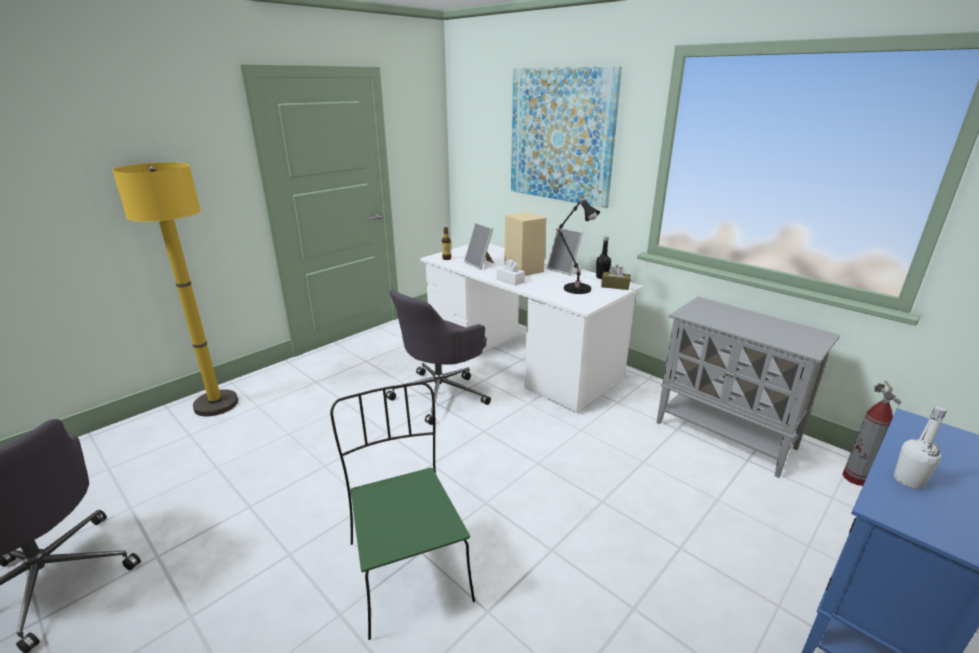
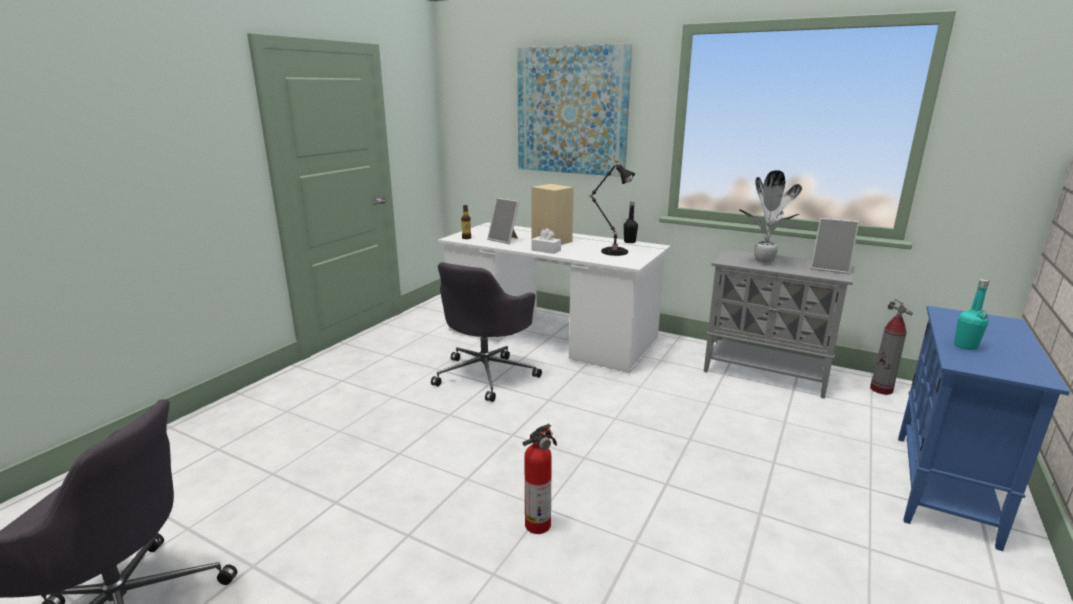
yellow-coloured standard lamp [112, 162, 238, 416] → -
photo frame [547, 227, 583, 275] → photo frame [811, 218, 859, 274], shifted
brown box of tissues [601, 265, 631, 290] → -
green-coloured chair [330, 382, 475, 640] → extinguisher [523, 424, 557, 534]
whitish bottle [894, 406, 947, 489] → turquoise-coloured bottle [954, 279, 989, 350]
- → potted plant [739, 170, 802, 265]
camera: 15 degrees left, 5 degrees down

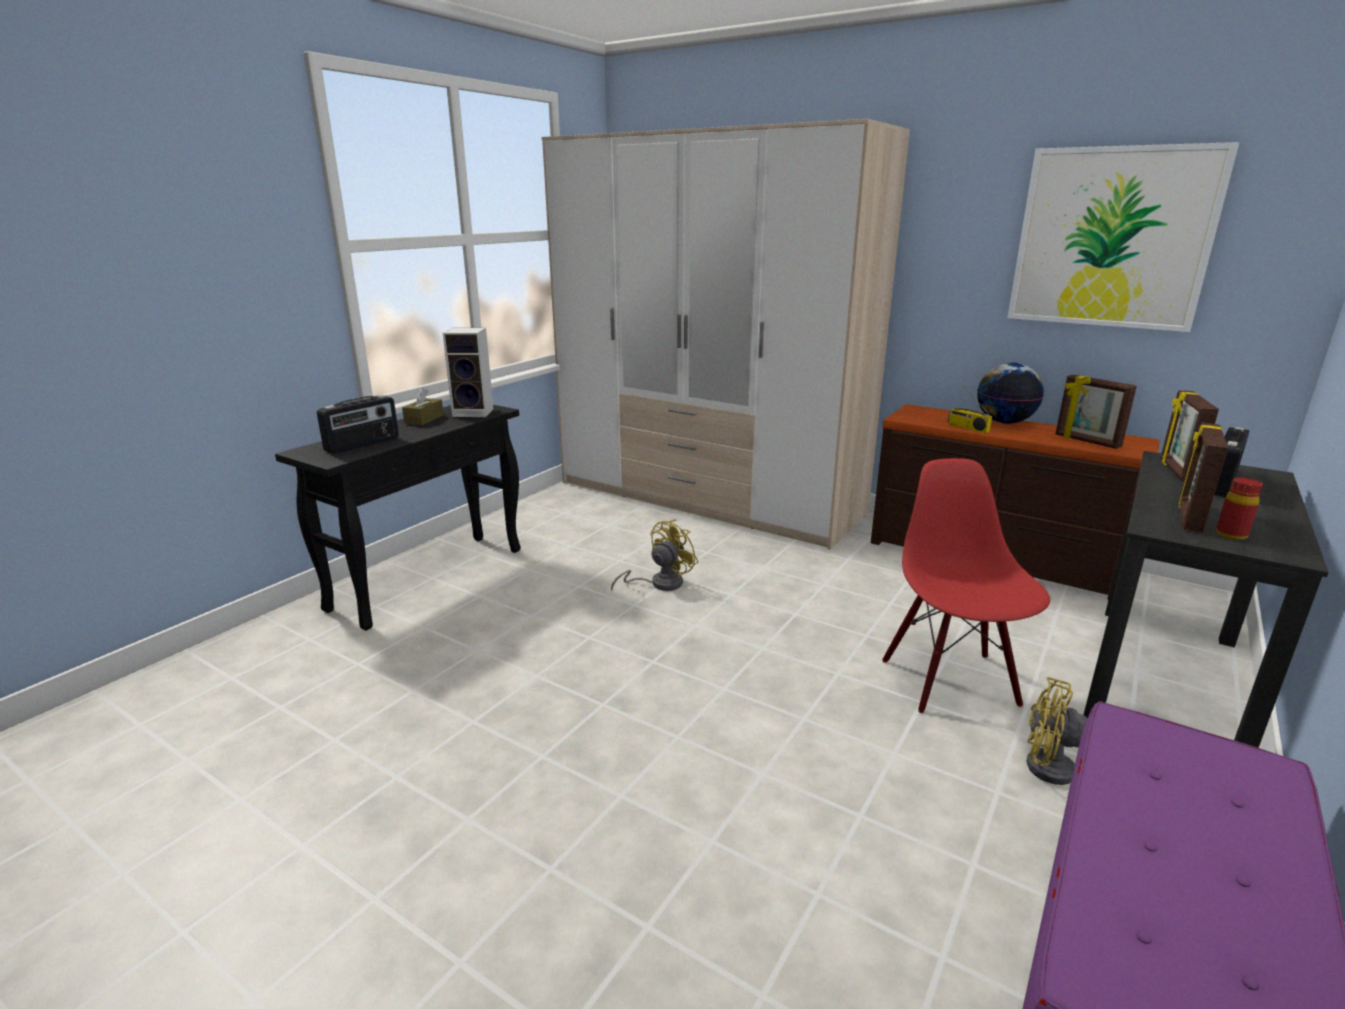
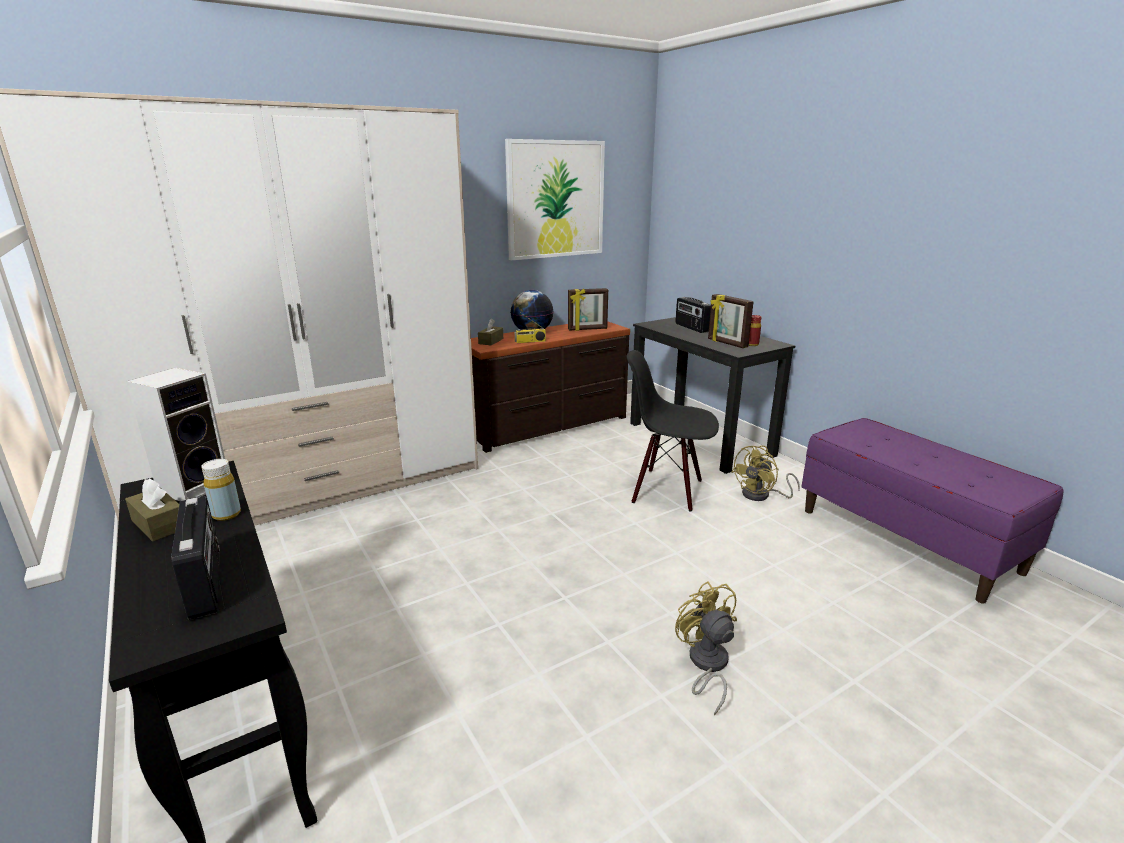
photo frame [1160, 390, 1219, 482] → -
red-coloured chair [882, 458, 1050, 713] → blackish chair [627, 350, 719, 512]
yellow-coloured electric fan [611, 519, 698, 591] → yellow-coloured electric fan [675, 581, 737, 715], shifted
- → brown box of tissues [478, 319, 503, 345]
- → yellow-coloured bottle [201, 459, 241, 521]
camera: 65 degrees left, 0 degrees up

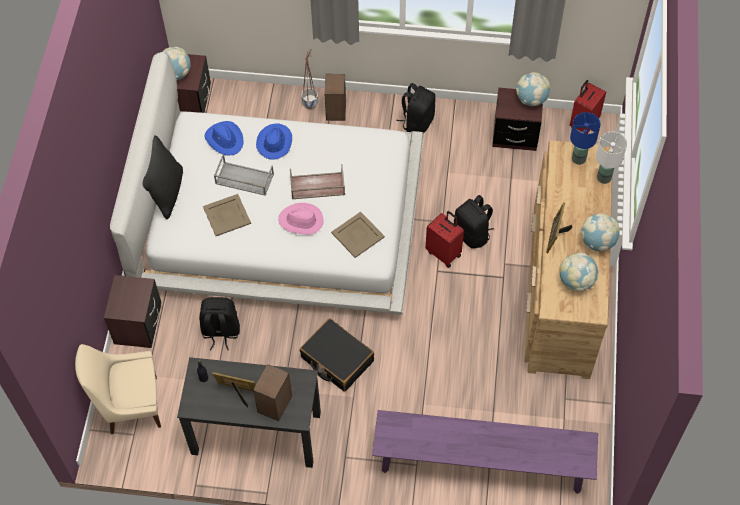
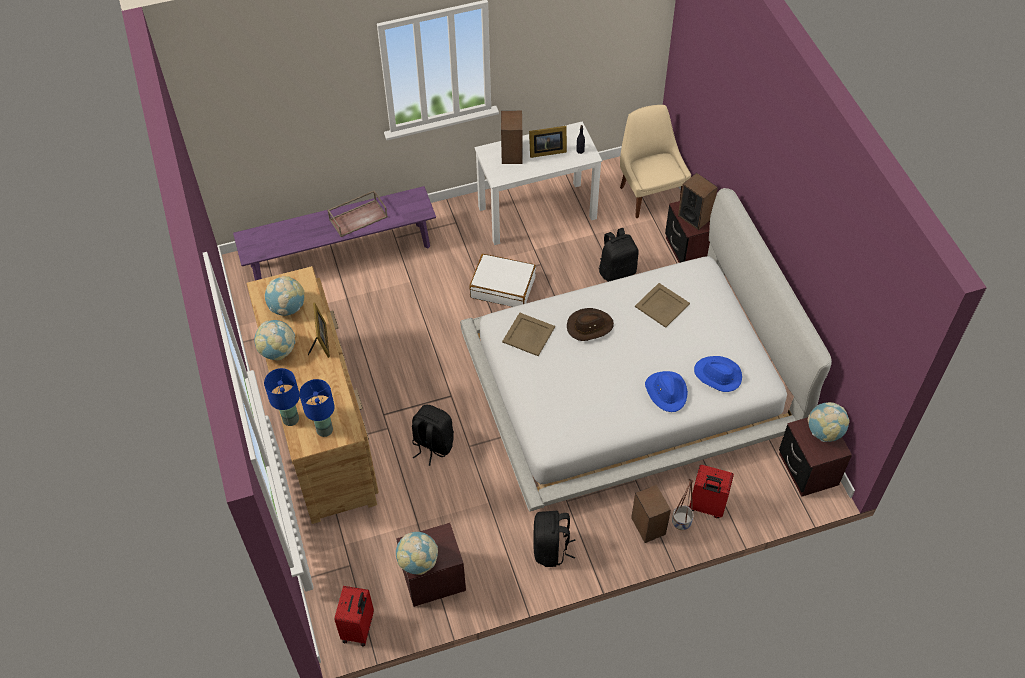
whitish tabletop lamp [596, 131, 627, 184] → blue tabletop lamp [264, 368, 300, 426]
blackish pillow [142, 135, 183, 219] → -
gray serving tray [214, 154, 274, 196] → -
brown serving tray [290, 164, 345, 199] → brown serving tray [327, 190, 388, 237], shifted
pinkish wearable hat [278, 203, 324, 235] → brown wearable hat [567, 308, 614, 341]
red-coloured travel case [426, 211, 464, 268] → red-coloured travel case [689, 465, 734, 518], shifted
blackish travel case [300, 318, 374, 392] → whitish travel case [469, 254, 536, 307]
sand-coloured chair [75, 344, 161, 435] → sand-coloured chair [620, 105, 691, 218], 75 degrees counterclockwise
blackish desk table [177, 357, 321, 468] → whitish desk table [475, 121, 602, 245]
- → speaker [678, 173, 718, 230]
camera: 155 degrees right, 5 degrees down

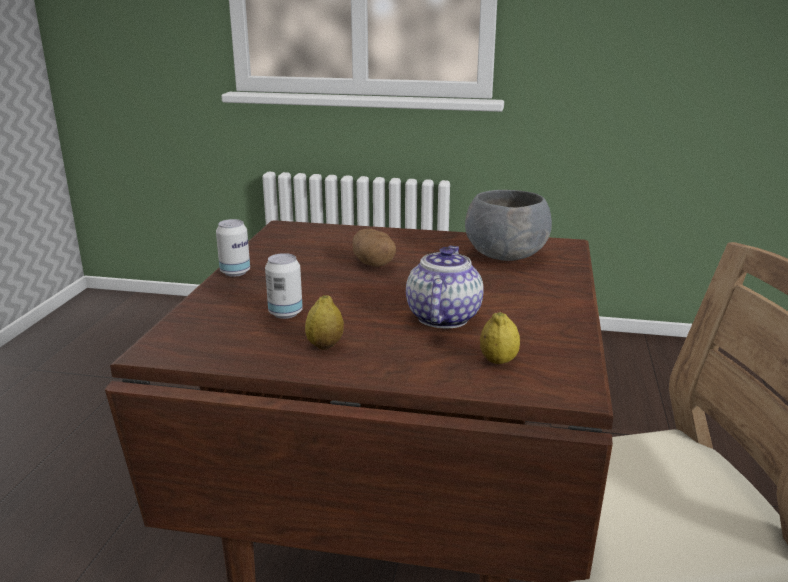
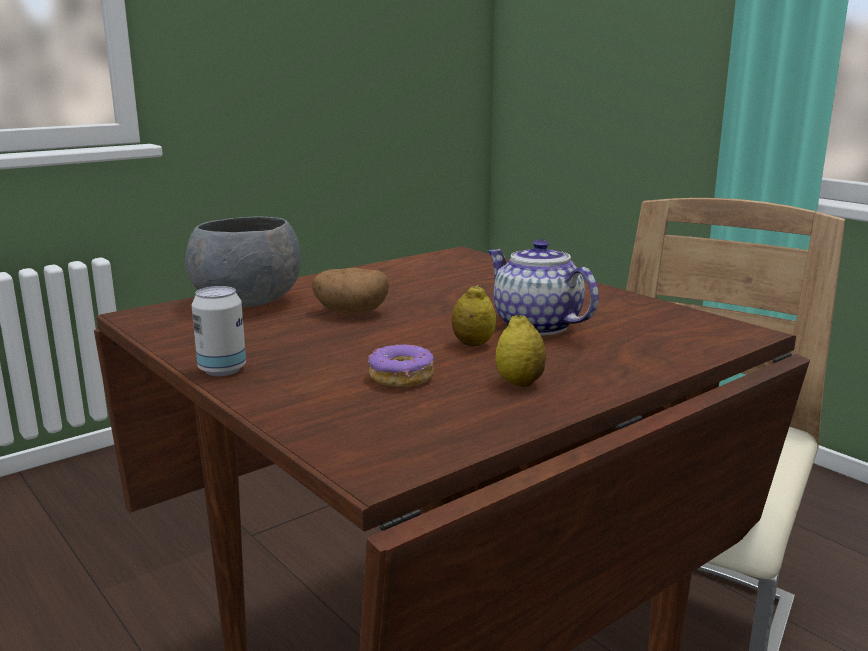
gray deep dish [465, 190, 552, 261] → gray deep dish [185, 217, 301, 307], shifted
metal can [265, 253, 303, 319] → doughnut [368, 345, 434, 387]
lemon [480, 312, 520, 364] → lemon [452, 285, 496, 347], shifted
camera: 50 degrees left, 5 degrees down

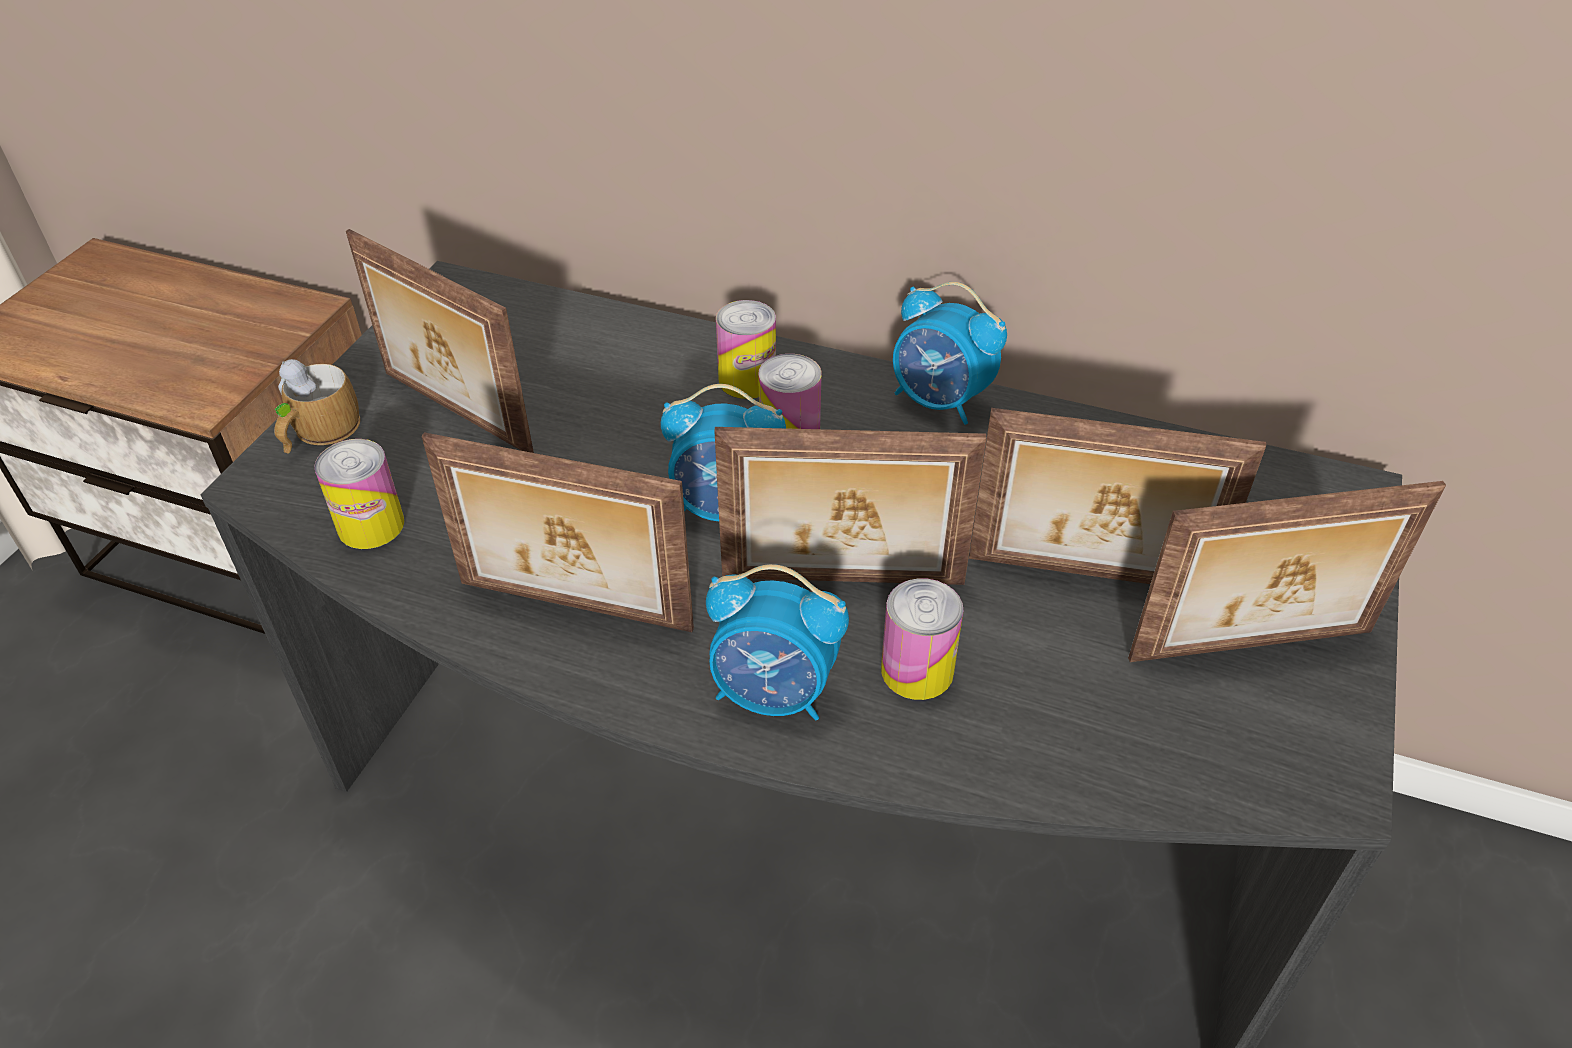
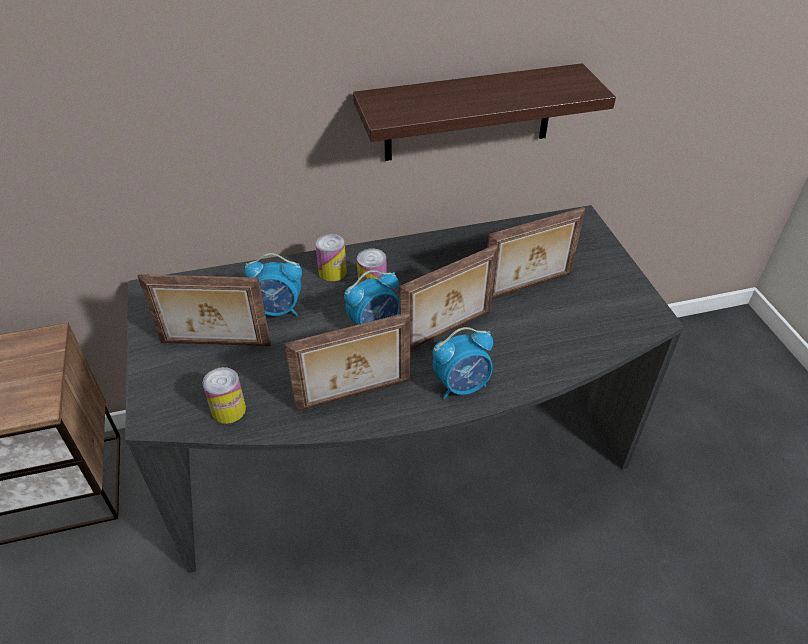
table clock [893, 282, 1007, 425] → table clock [244, 253, 302, 316], shifted
mug [274, 359, 360, 453] → -
photo frame [1128, 481, 1446, 662] → -
metal can [881, 579, 964, 700] → -
- → bracket shelf [353, 63, 616, 161]
camera: 35 degrees left, 0 degrees up

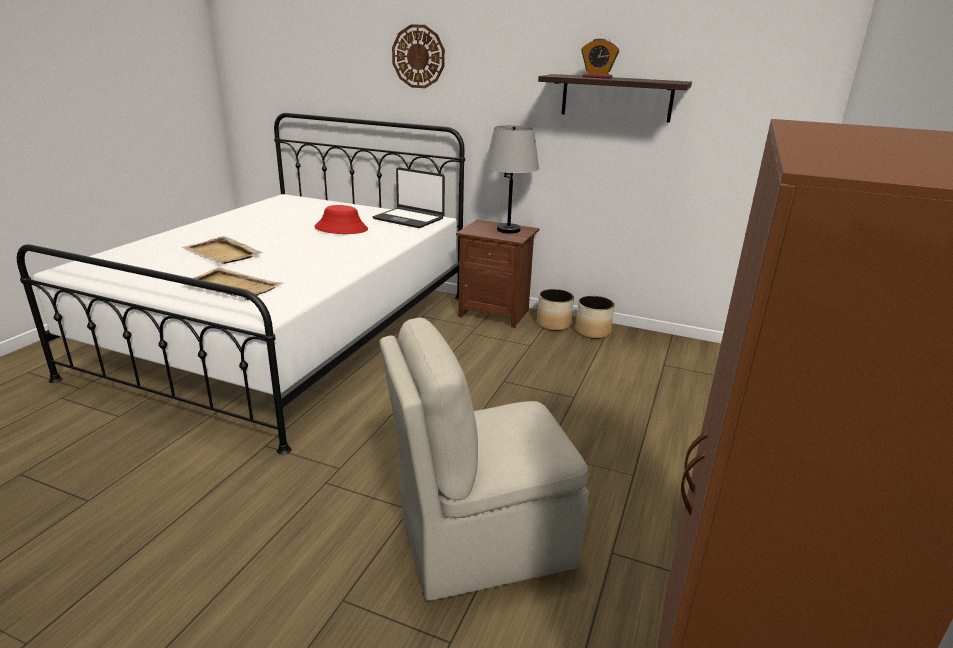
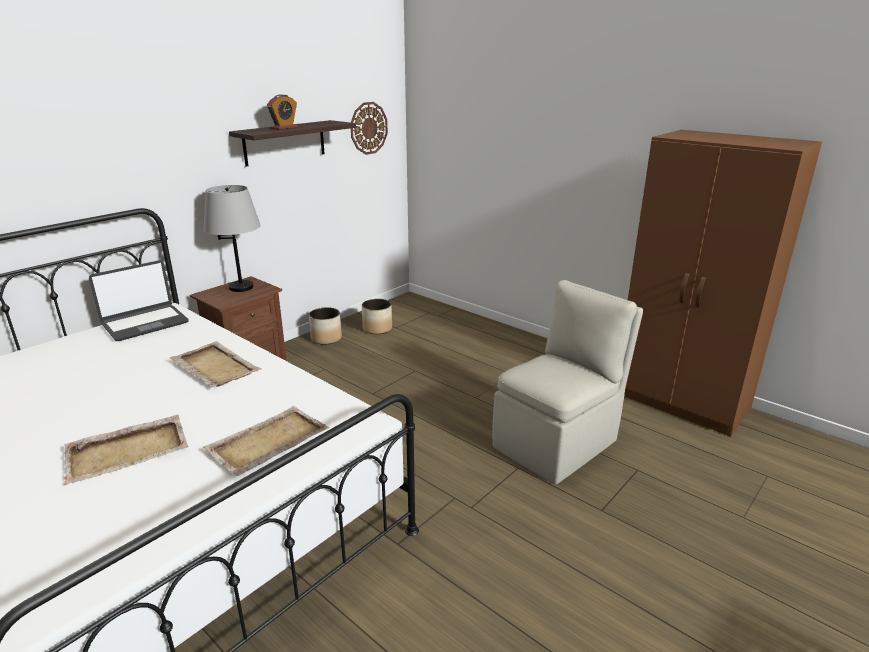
clock on the wall [392, 24, 445, 88] → clock on the wall [351, 102, 388, 155], shifted
red-coloured wearable hat [314, 205, 368, 234] → -
flower pot [537, 289, 574, 331] → flower pot [362, 299, 392, 334], shifted
sand-coloured chair [379, 317, 589, 601] → sand-coloured chair [493, 280, 643, 484], 135 degrees counterclockwise
- → sand-coloured serving tray [170, 341, 262, 387]
camera: 70 degrees left, 0 degrees up

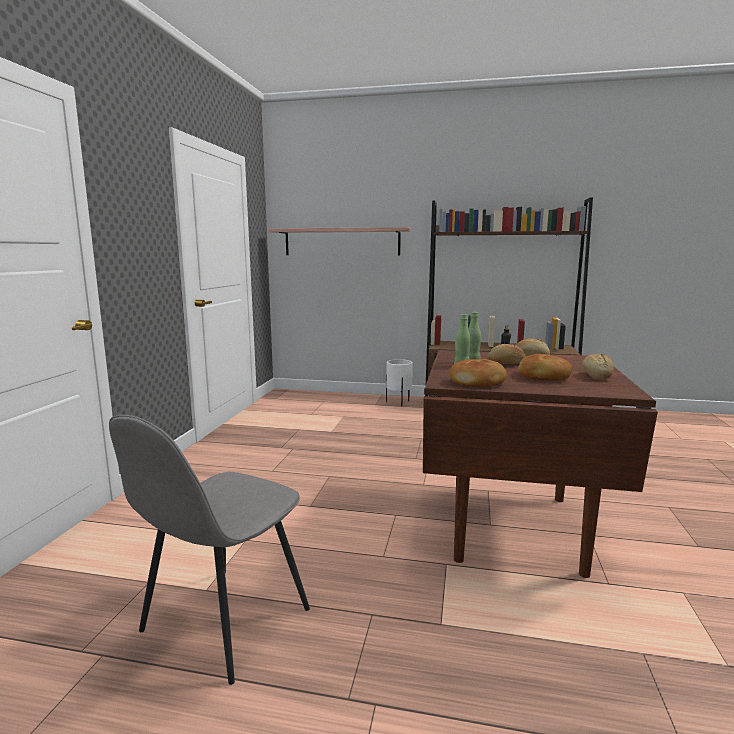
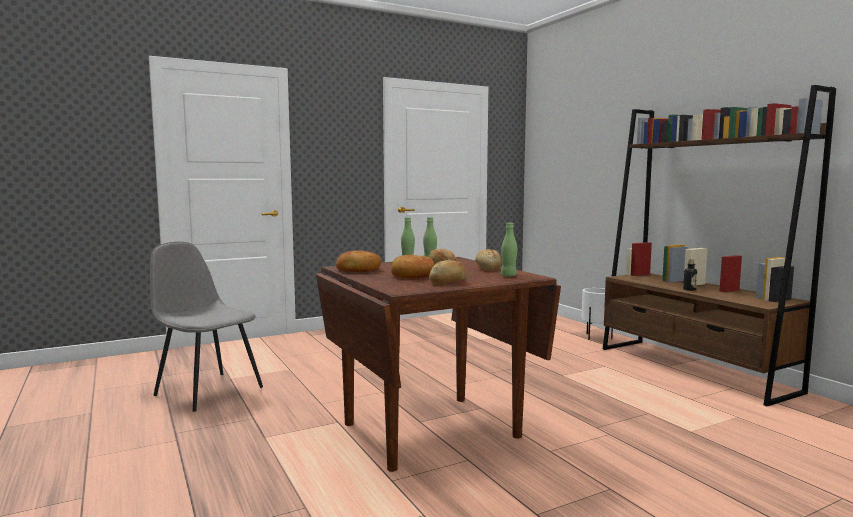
bracket shelf [268, 227, 411, 256] → -
gray chair [109, 415, 310, 685] → gray chair [150, 241, 263, 412], 45 degrees clockwise
- → green-coloured bottle [501, 223, 517, 277]
camera: 50 degrees right, 5 degrees down

